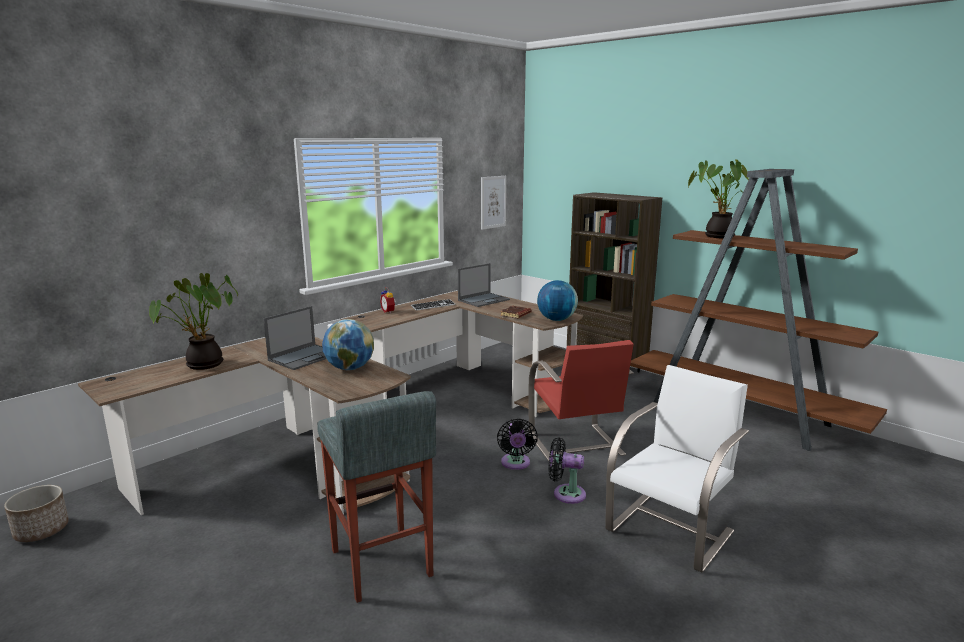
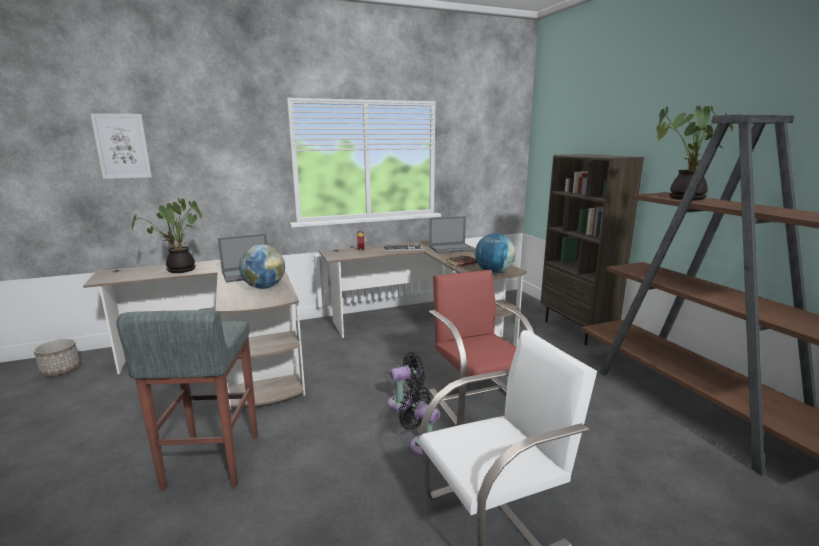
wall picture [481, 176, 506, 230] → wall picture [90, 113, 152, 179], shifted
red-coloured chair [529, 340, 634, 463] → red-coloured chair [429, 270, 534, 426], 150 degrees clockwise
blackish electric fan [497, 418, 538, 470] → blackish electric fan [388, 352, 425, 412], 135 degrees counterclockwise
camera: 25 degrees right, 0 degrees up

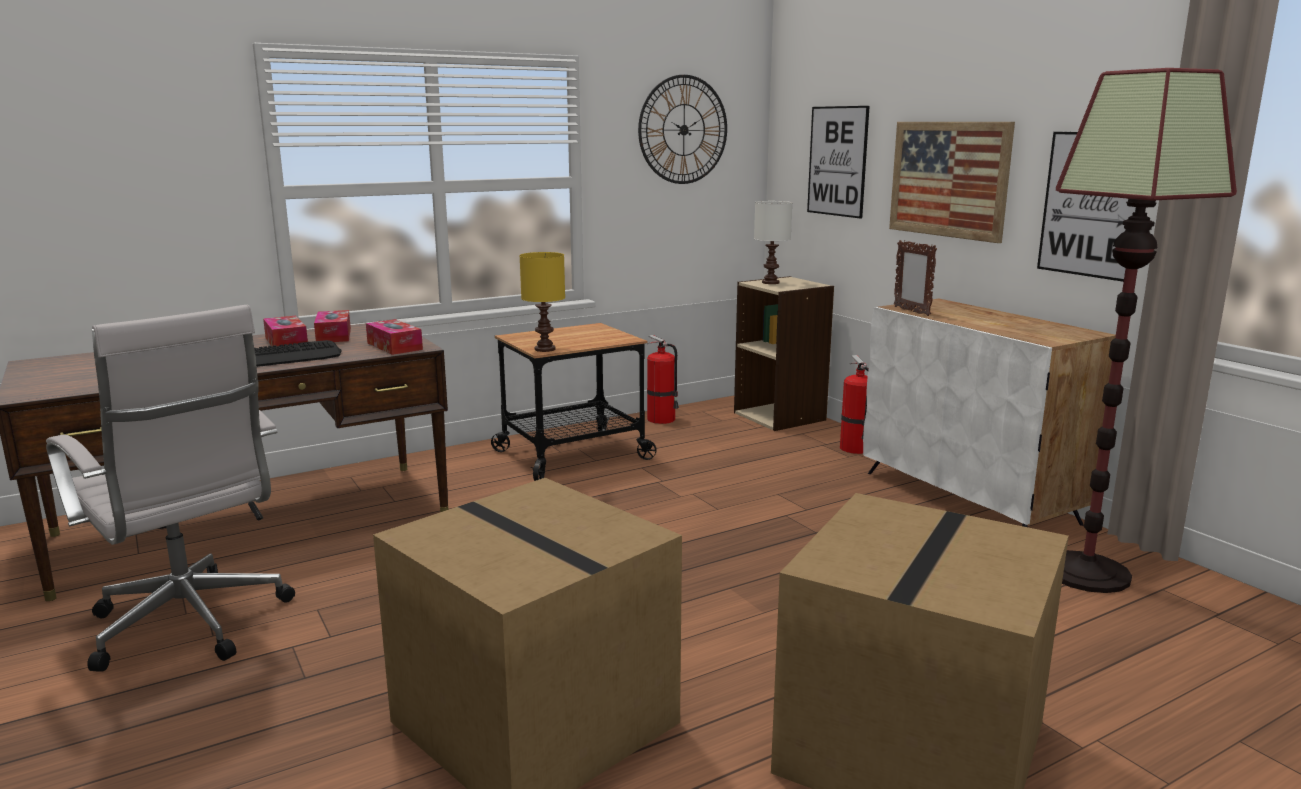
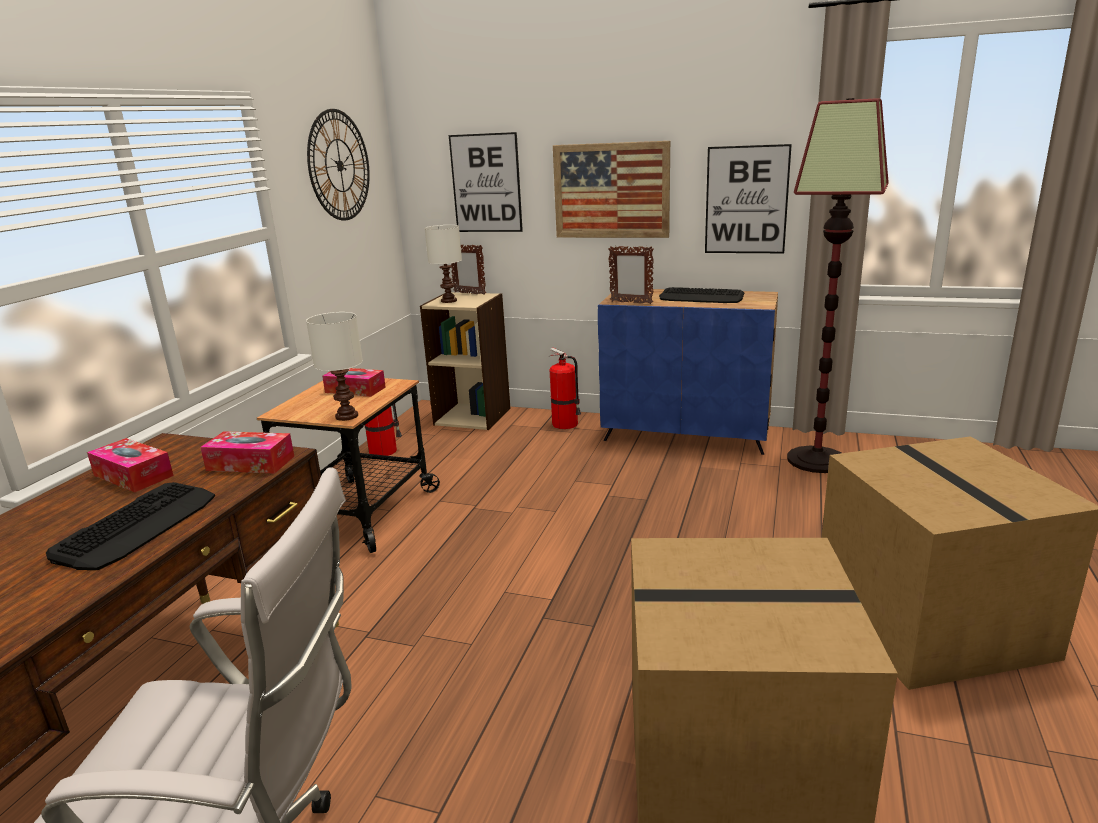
yellow-coloured tabletop lamp [519, 252, 565, 352] → whitish tabletop lamp [306, 312, 363, 421]
whitish cupboard [863, 299, 1116, 527] → blue cupboard [598, 289, 778, 455]
box of tissues [263, 316, 308, 347] → box of tissues [322, 368, 386, 397], shifted
- → photo frame [451, 244, 486, 295]
- → keyboard [659, 287, 744, 303]
camera: 40 degrees left, 5 degrees up

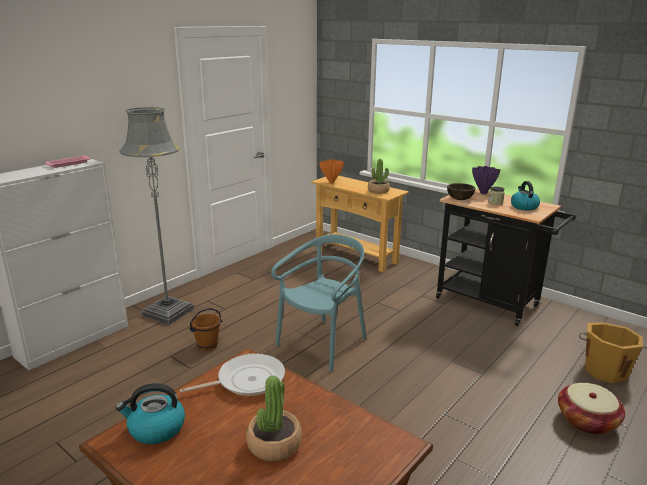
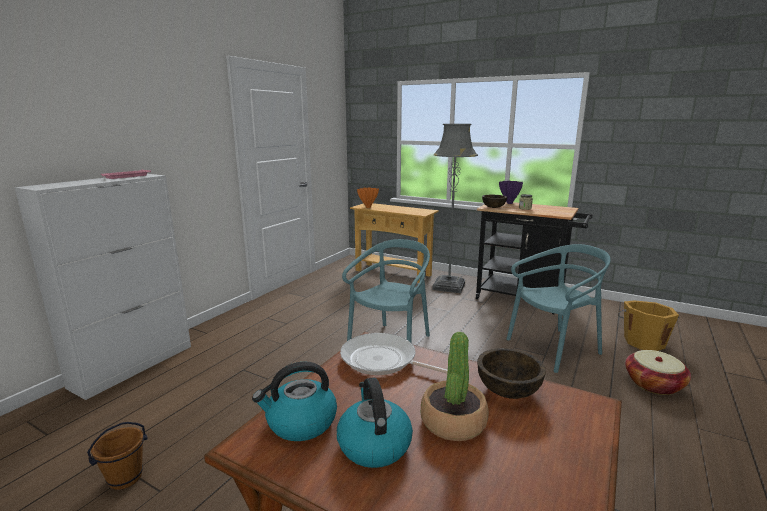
gray standard lamp [119, 107, 194, 325] → gray standard lamp [432, 124, 478, 293], shifted
potted plant [368, 159, 390, 194] → -
tea kettle [511, 181, 540, 211] → tea kettle [337, 377, 413, 468], shifted
brown pail [189, 308, 222, 351] → brown pail [87, 422, 148, 490], shifted
skillet [180, 353, 285, 396] → skillet [340, 333, 448, 375], 120 degrees counterclockwise
- → turquoise-coloured chair [506, 244, 611, 373]
- → brown deep dish [477, 348, 546, 399]
camera: 10 degrees left, 5 degrees down

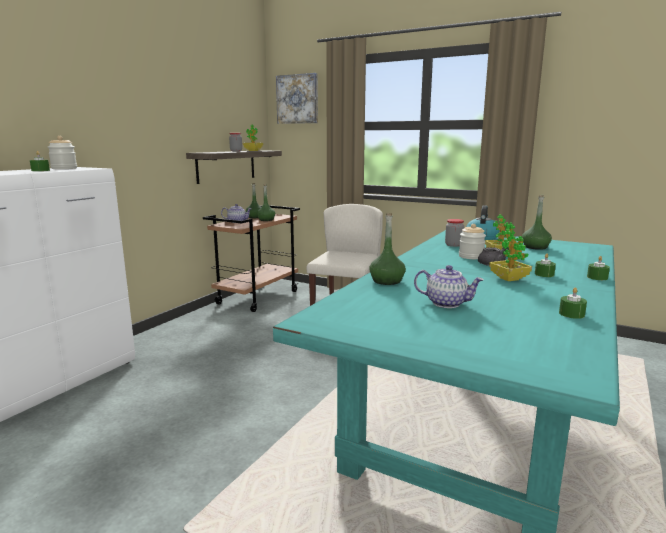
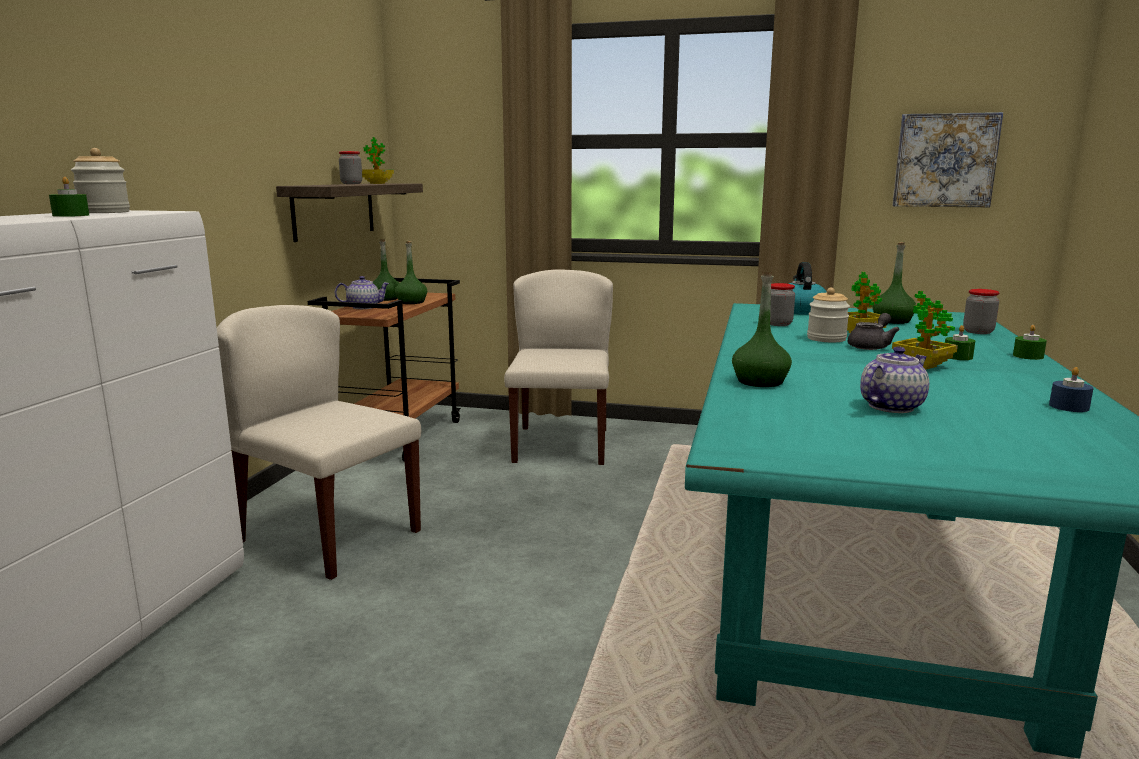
wall picture [276, 73, 318, 124] → wall picture [892, 112, 1003, 207], shifted
teapot [414, 265, 484, 308] → teapot [860, 346, 929, 413], 45 degrees counterclockwise
green-coloured candle [559, 287, 587, 319] → blue candle [1049, 367, 1093, 412]
- → preserve jar [963, 289, 1000, 334]
- → sand-coloured chair [217, 305, 421, 580]
camera: 15 degrees left, 0 degrees up

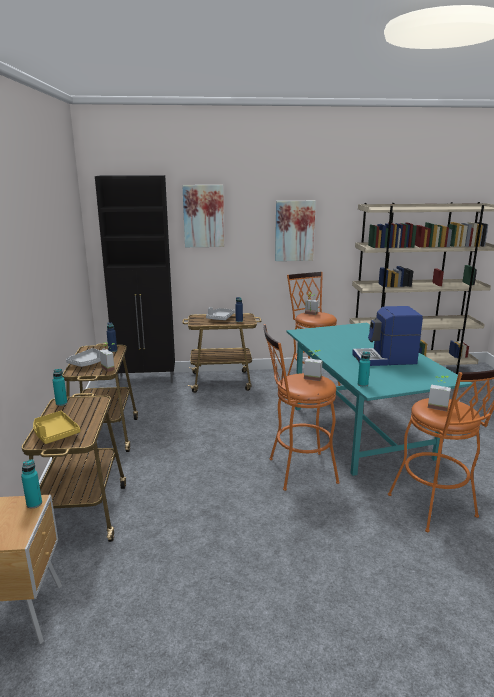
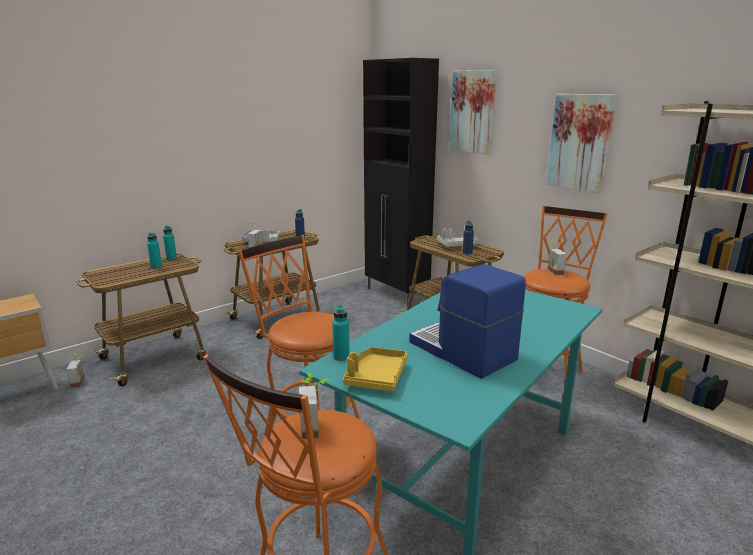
potted plant [304, 350, 323, 381] → potted plant [66, 353, 84, 388], shifted
yellow-coloured serving tray [33, 411, 81, 444] → yellow-coloured serving tray [343, 347, 408, 391], shifted
turquoise-coloured bottle [21, 459, 42, 508] → turquoise-coloured bottle [147, 233, 162, 269], shifted
camera: 55 degrees right, 0 degrees up

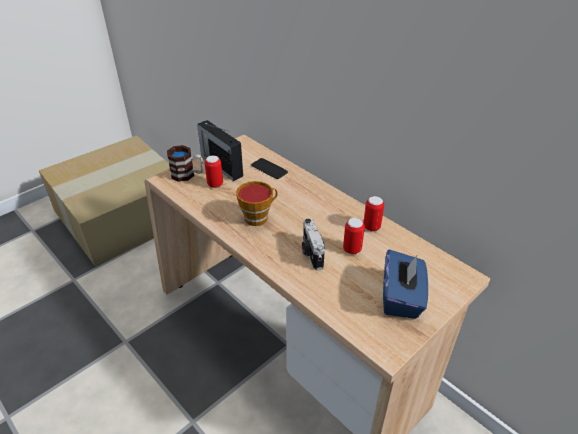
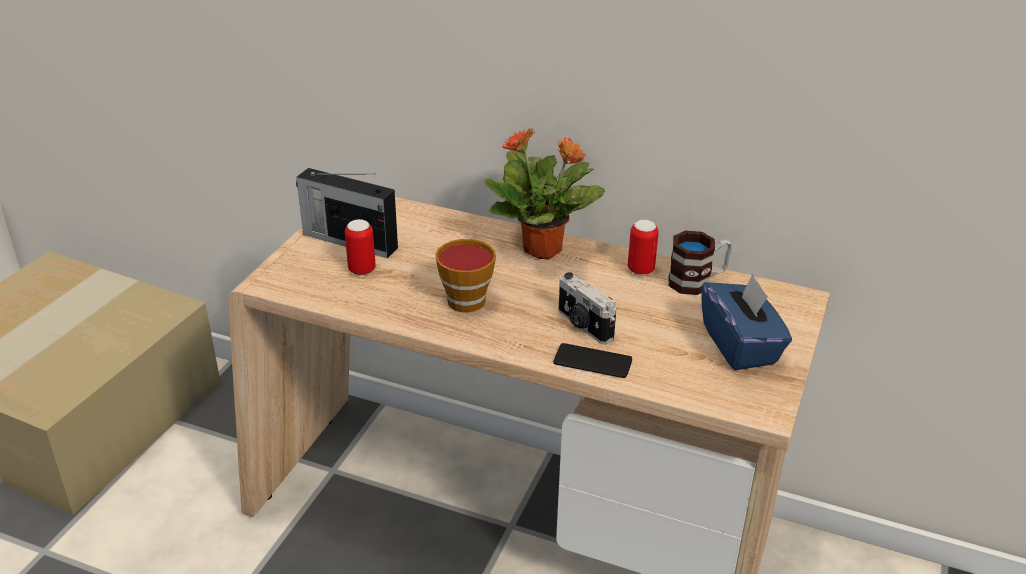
mug [167, 145, 203, 182] → mug [668, 231, 732, 295], shifted
handset [251, 158, 288, 179] → handset [554, 343, 632, 378], shifted
metal can [343, 218, 365, 254] → -
- → potted plant [483, 128, 605, 259]
camera: 25 degrees left, 5 degrees down

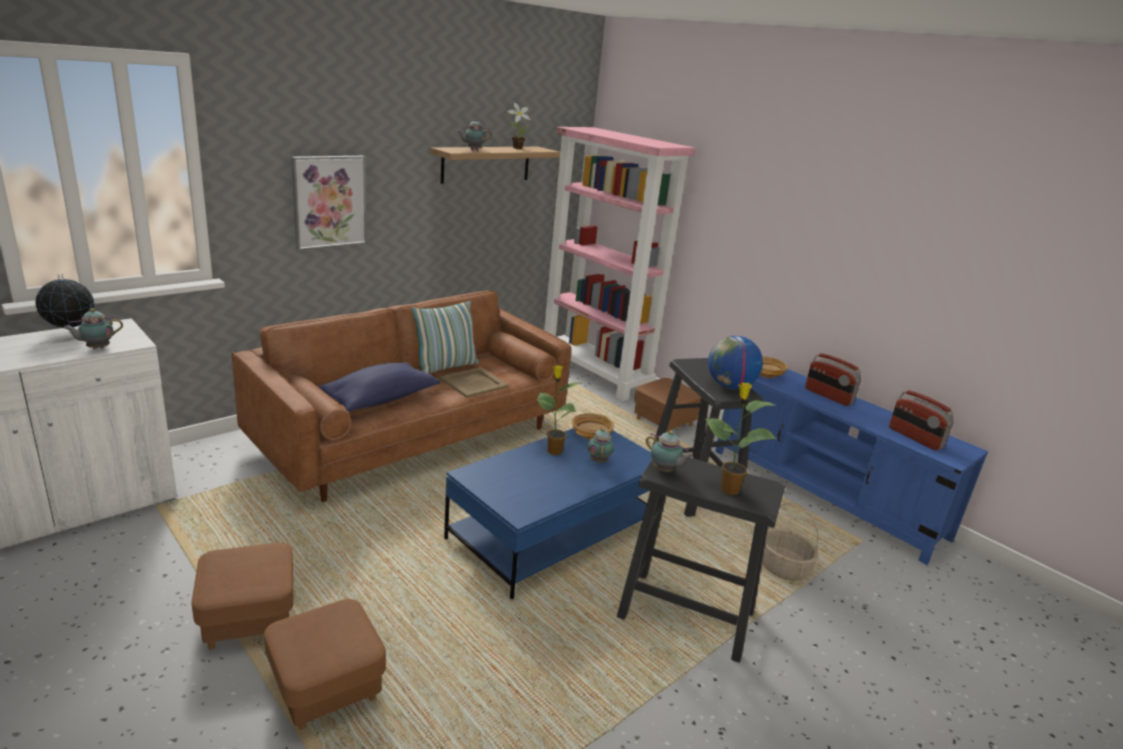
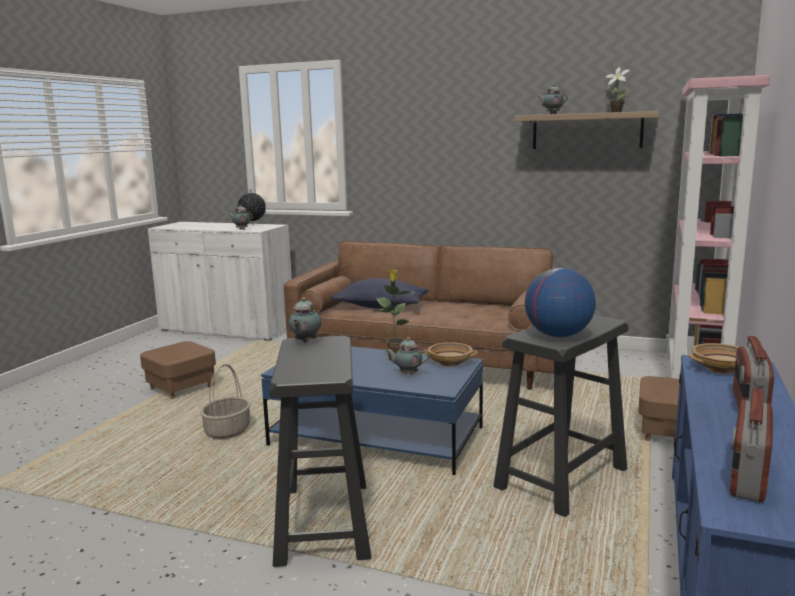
wall picture [291, 156, 366, 250] → -
pillow [412, 301, 479, 374] → -
sand-coloured serving tray [439, 367, 509, 398] → -
potted plant [705, 382, 777, 495] → -
teapot [587, 428, 614, 463] → teapot [386, 337, 430, 375], 135 degrees counterclockwise
basket [762, 502, 819, 581] → basket [200, 364, 251, 439], shifted
brown ottoman [264, 599, 386, 730] → -
camera: 65 degrees right, 10 degrees down

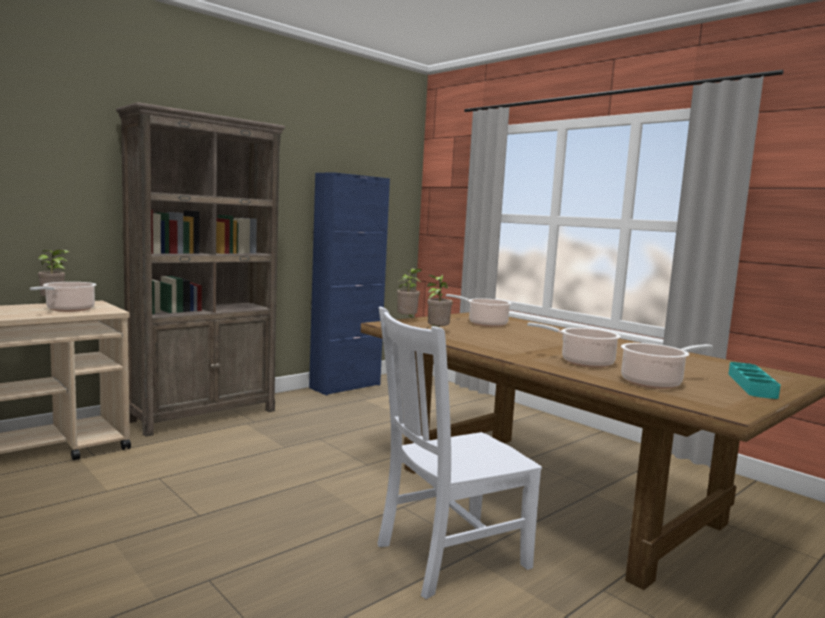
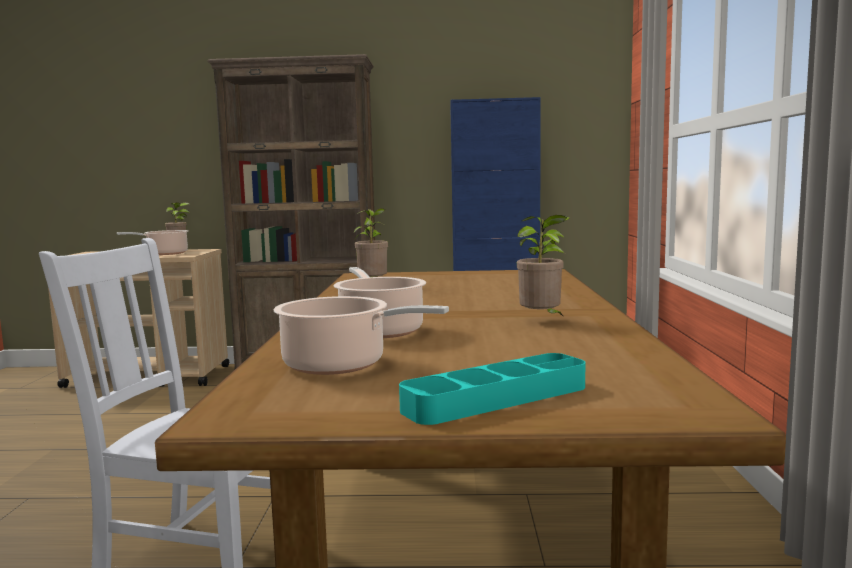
potted plant [397, 268, 422, 319] → potted plant [517, 215, 570, 318], shifted
saucepot [446, 294, 512, 327] → -
camera: 45 degrees right, 0 degrees up

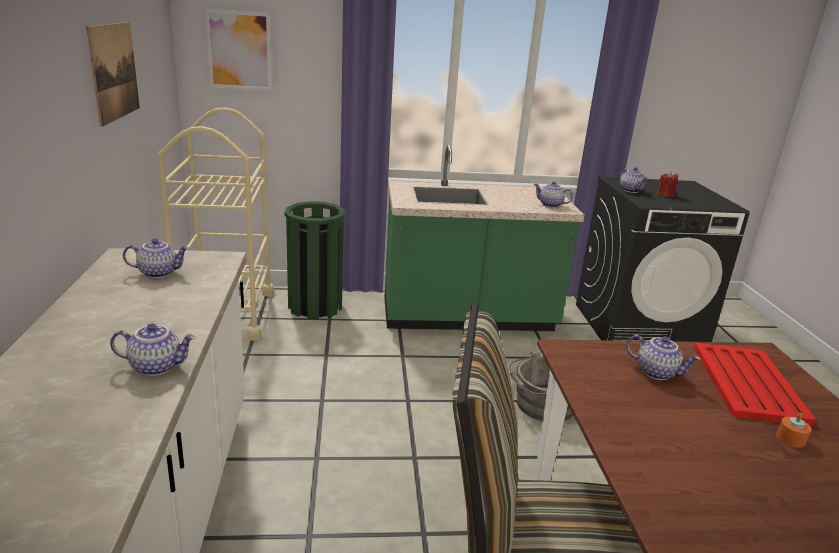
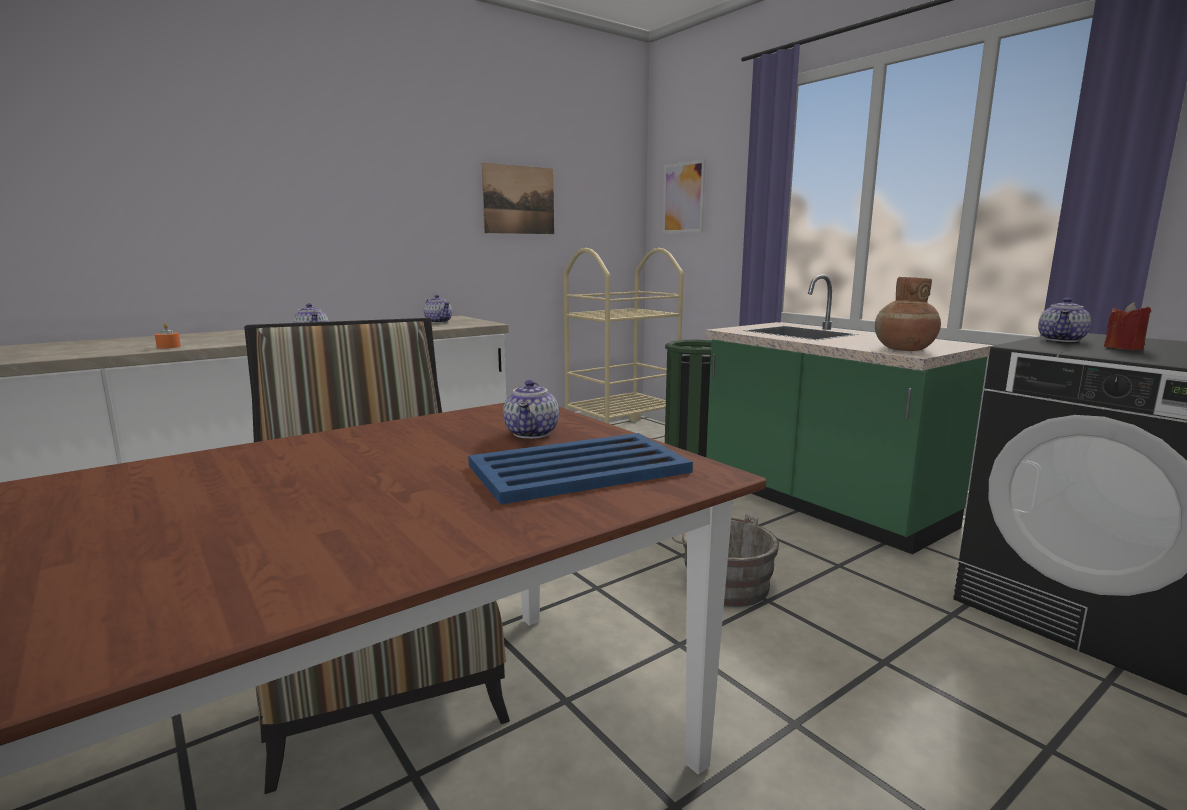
teapot [534, 181, 573, 208] → brown decorative vase [875, 277, 941, 351]
red-coloured serving tray [694, 343, 816, 427] → blue serving tray [468, 433, 693, 505]
orange candle [776, 413, 812, 448] → orange candle [155, 323, 181, 349], shifted
camera: 60 degrees right, 10 degrees down

